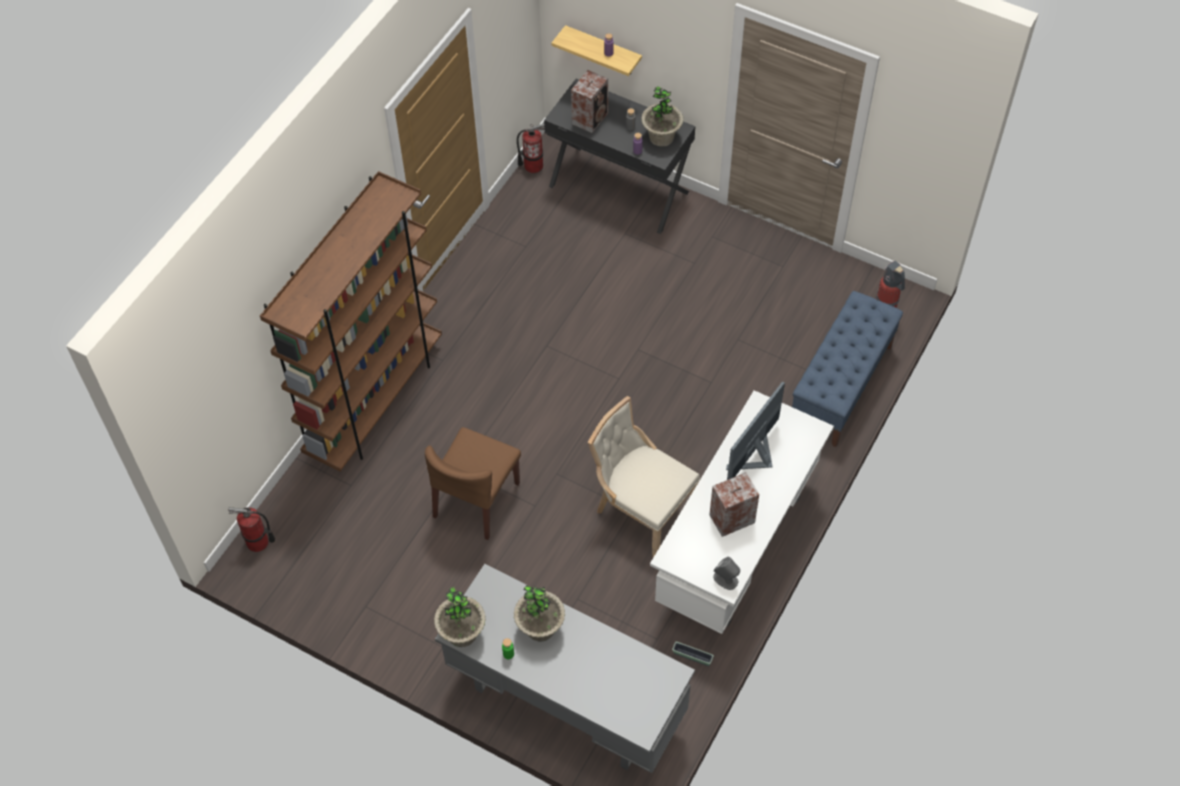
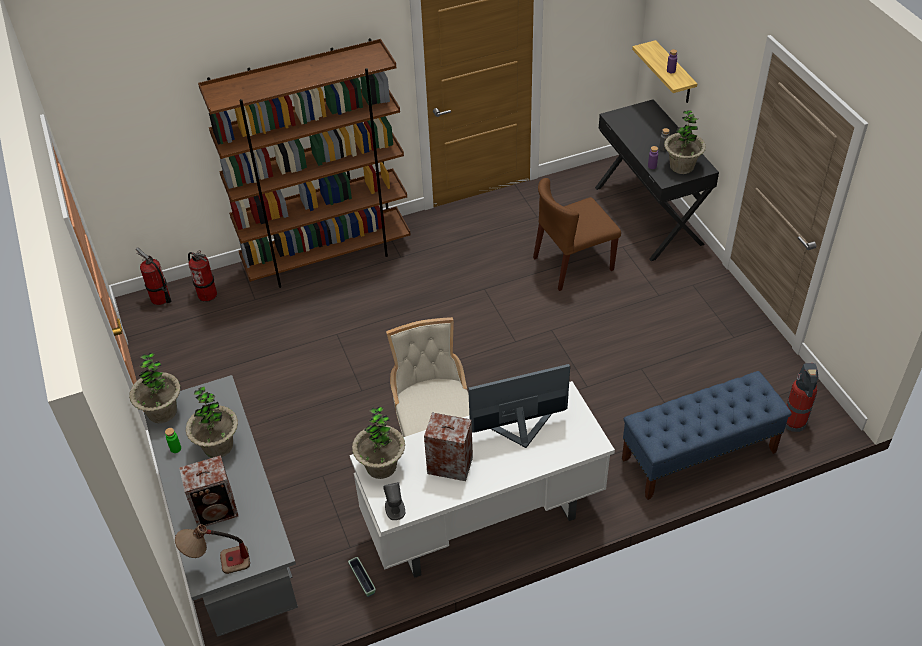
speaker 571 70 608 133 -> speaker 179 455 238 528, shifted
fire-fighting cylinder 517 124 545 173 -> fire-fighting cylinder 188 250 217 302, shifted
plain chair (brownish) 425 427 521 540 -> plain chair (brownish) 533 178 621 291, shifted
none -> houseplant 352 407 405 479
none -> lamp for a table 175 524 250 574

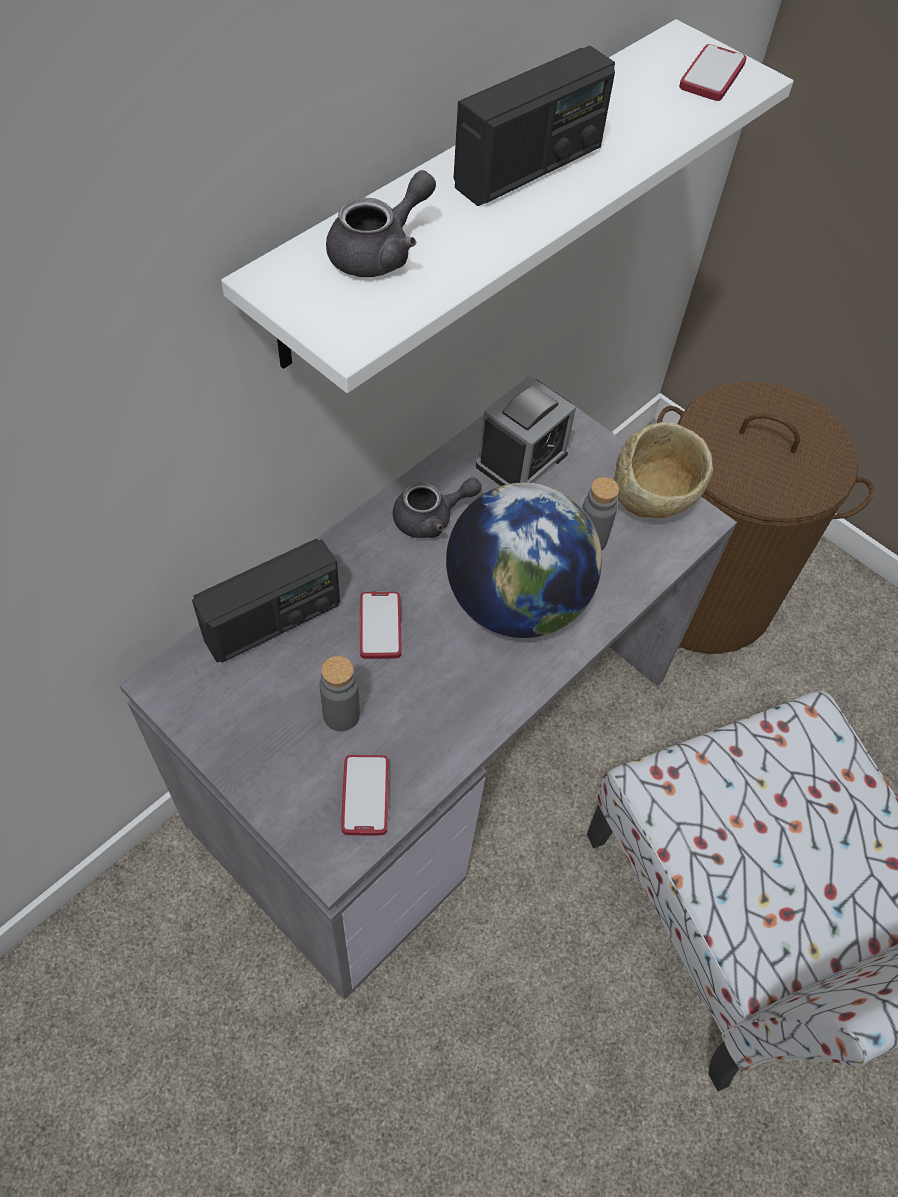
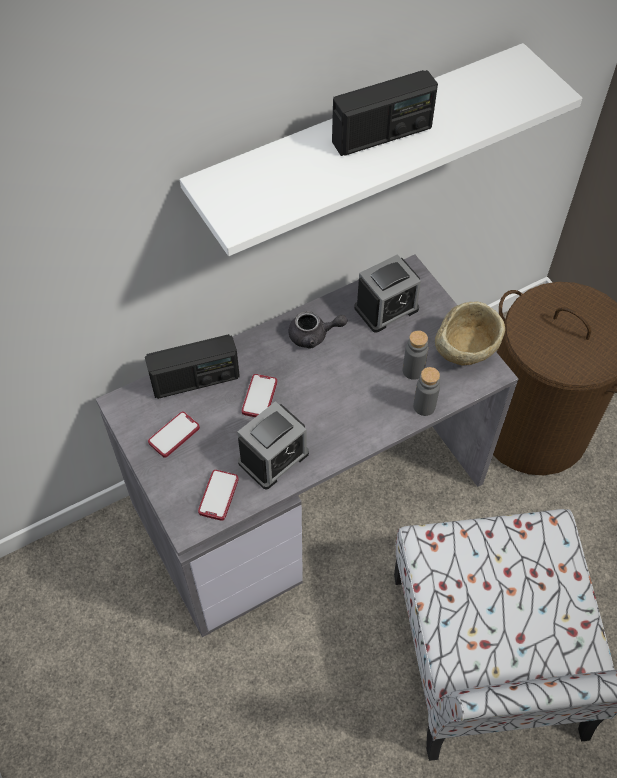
handset 679 44 747 101 -> handset 148 412 200 458, shifted
tea pot (greyish) 326 170 436 277 -> none
world globe 446 482 602 638 -> none
bottle (greyish) 320 656 360 731 -> bottle (greyish) 413 367 440 416, shifted
none -> table clock 237 401 309 489

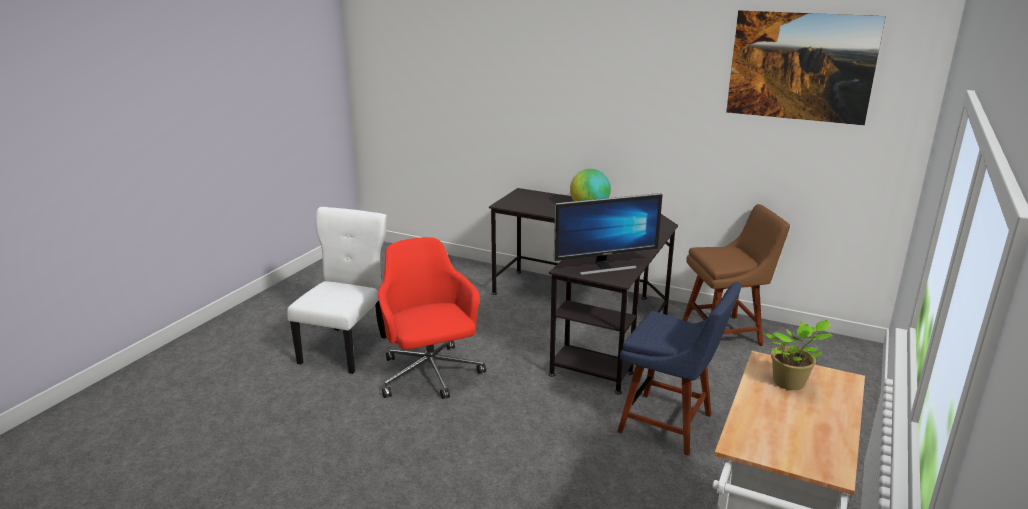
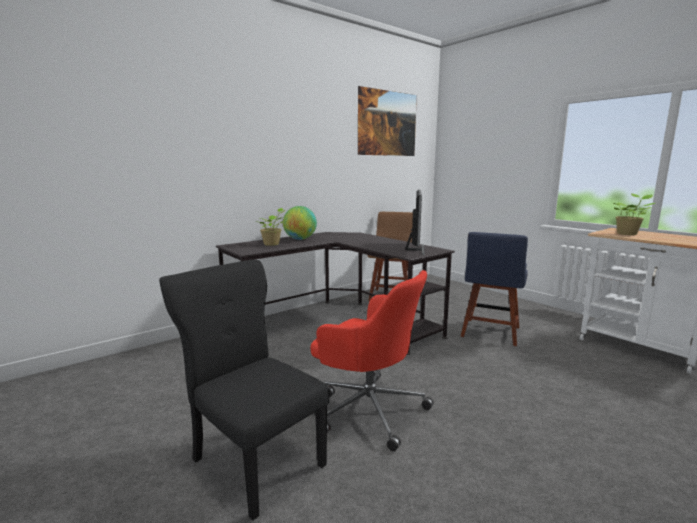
plain chair (whitish) 287 207 387 374 -> plain chair (blackish) 159 260 329 520
office chair (reddish) 378 237 486 399 -> office chair (reddish) 310 270 433 451, 150 degrees counterclockwise
plain chair (bluish) 617 282 741 456 -> plain chair (bluish) 460 232 528 346, 150 degrees clockwise
none -> houseplant 254 208 285 246

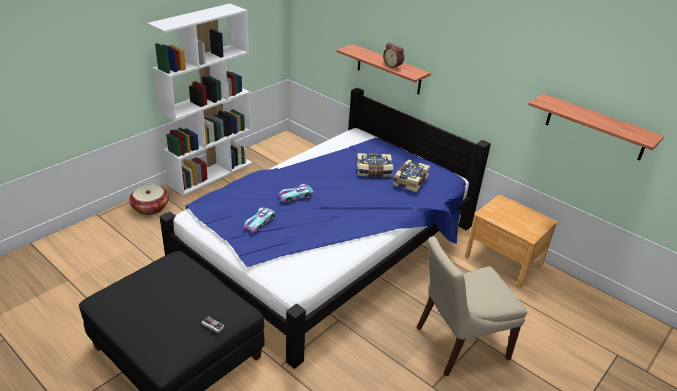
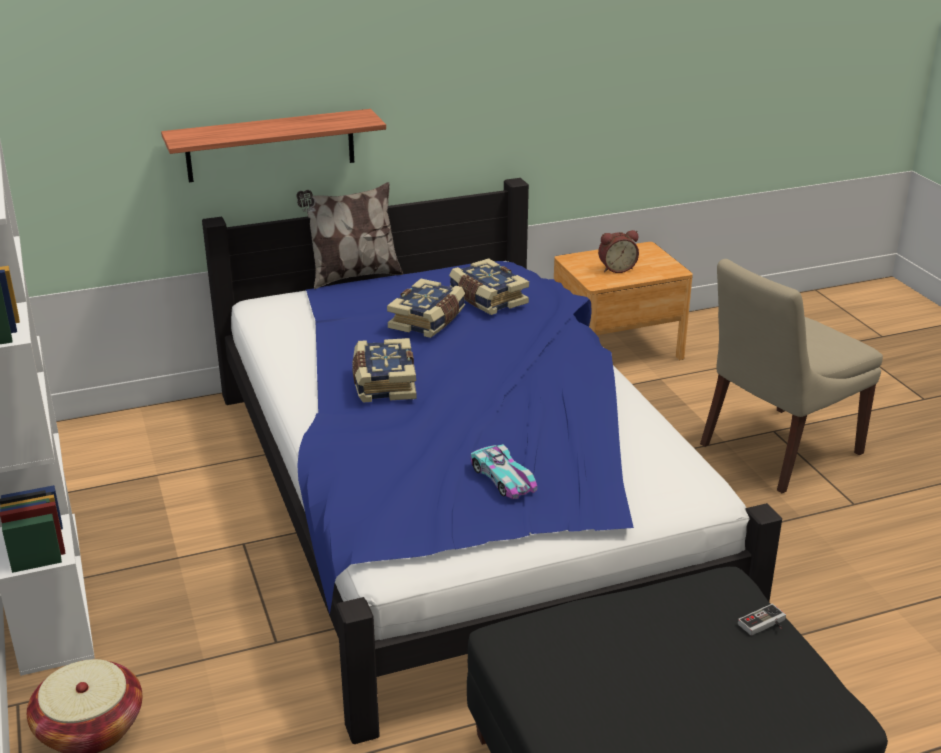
table clock 383 43 404 69 -> table clock 598 230 639 273, shifted
wall shelf 528 94 665 160 -> none
miniature car 278 184 313 203 -> none
plain chair (beige-coloured) 417 236 527 376 -> plain chair (beige-coloured) 700 259 883 494, 45 degrees clockwise
none -> cushion 296 182 403 289
none -> bound book 352 338 417 402

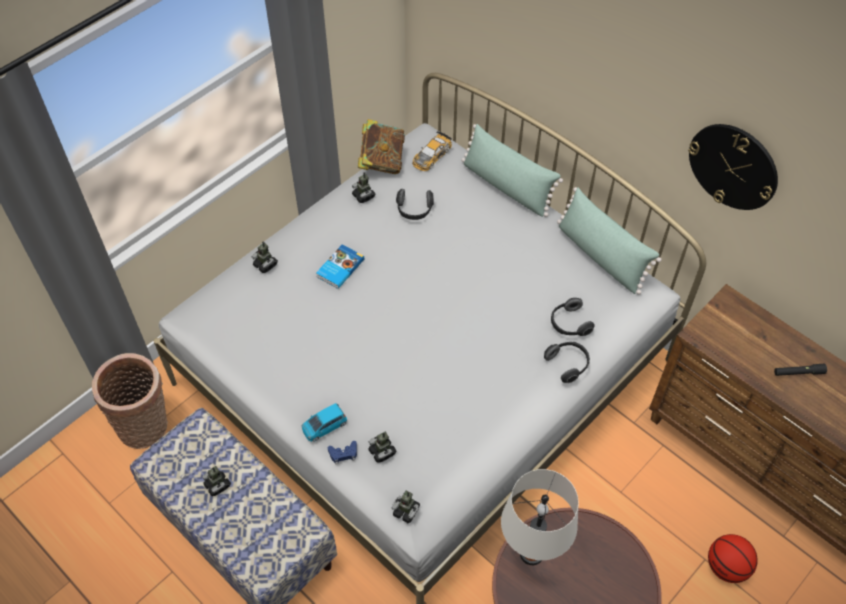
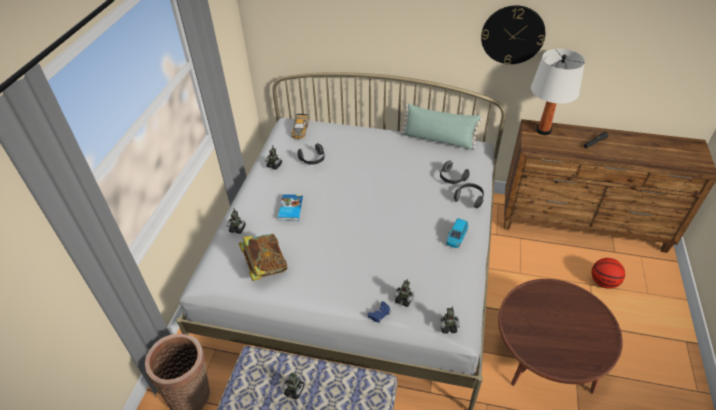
bound book 358 119 405 174 -> bound book 239 234 288 281, shifted
cushion (green-coloured) 461 124 563 217 -> none
miniature car (bluish) 301 403 347 442 -> miniature car (bluish) 446 218 468 248, shifted
lamp for a table (whitish) 501 469 579 565 -> lamp for a table (whitish) 531 49 585 135, shifted

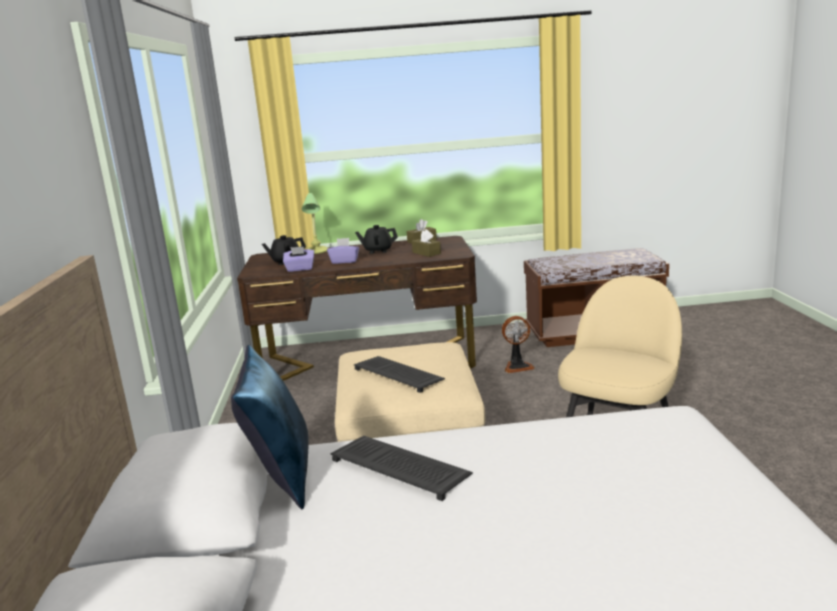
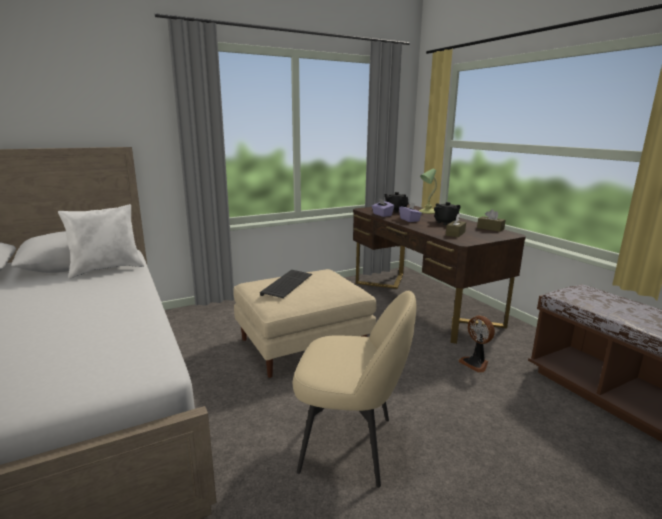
cushion (bluish) 231 345 309 509 -> cushion (whitish) 58 204 144 279
keyboard 330 436 473 501 -> none

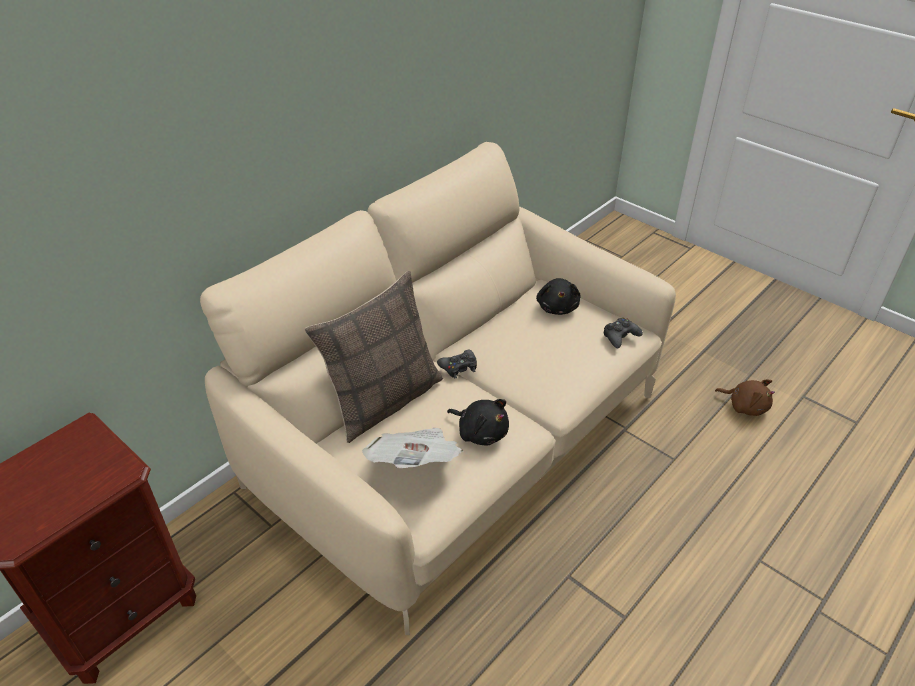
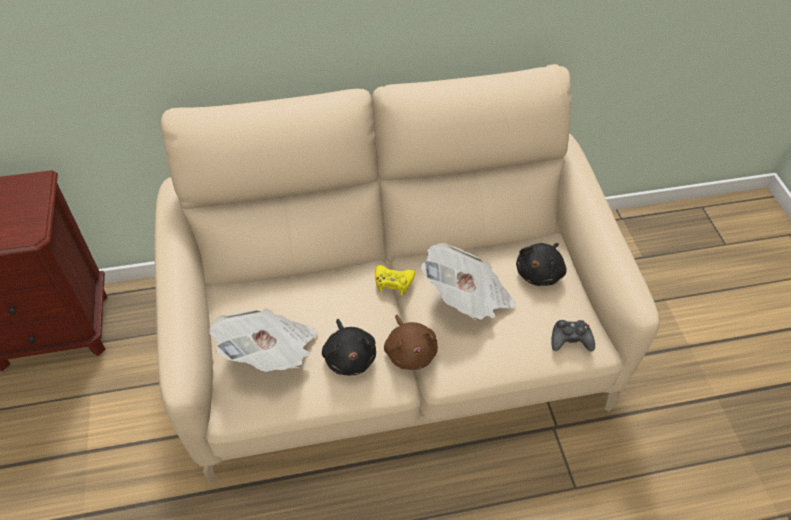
cushion 305 271 443 443 -> none
joypad (blackish) 437 350 477 378 -> joypad (yellow) 375 265 415 295
soft toy (brownish) 715 379 775 416 -> soft toy (brownish) 384 315 438 370, shifted
none -> daily paper 420 243 516 321

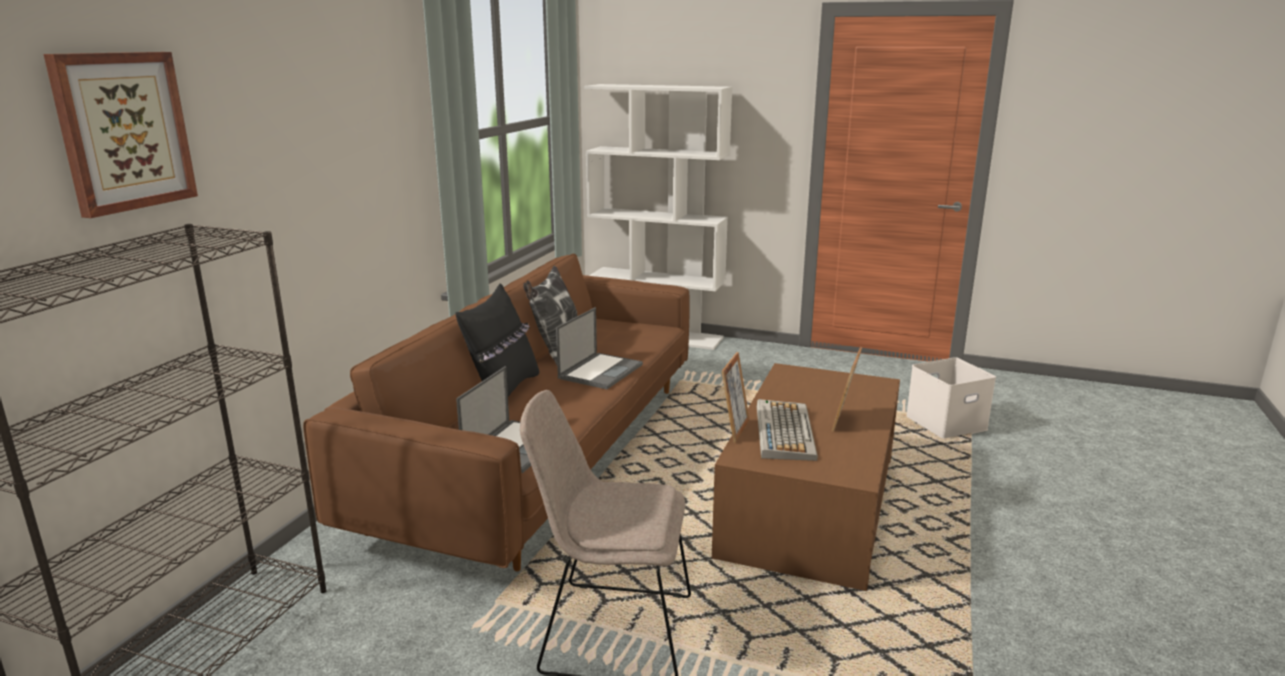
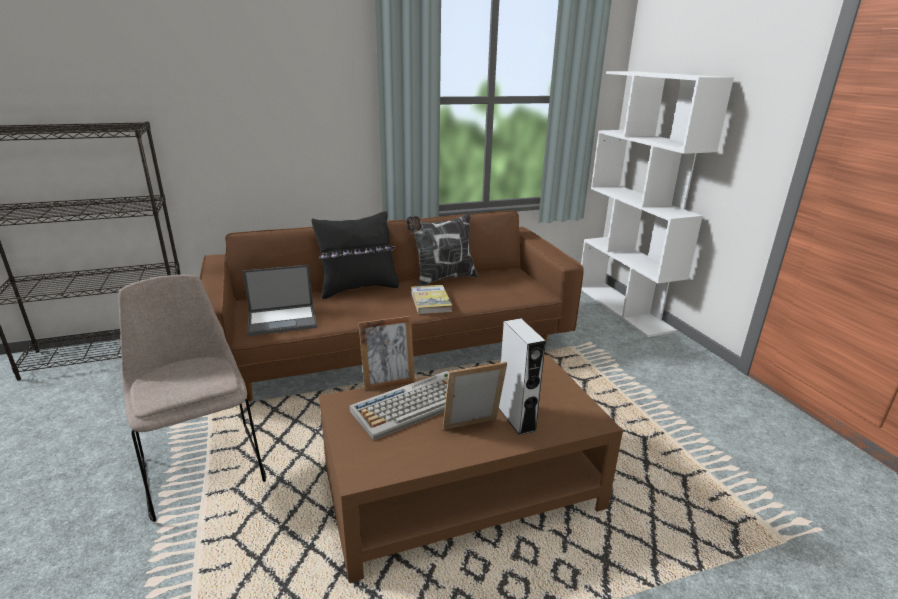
wall picture 44 52 198 218 -> none
notebook computer 556 307 643 389 -> bound book 411 285 452 314
storage container (whitish) 906 357 996 438 -> none
none -> speaker (greyish) 499 318 546 435

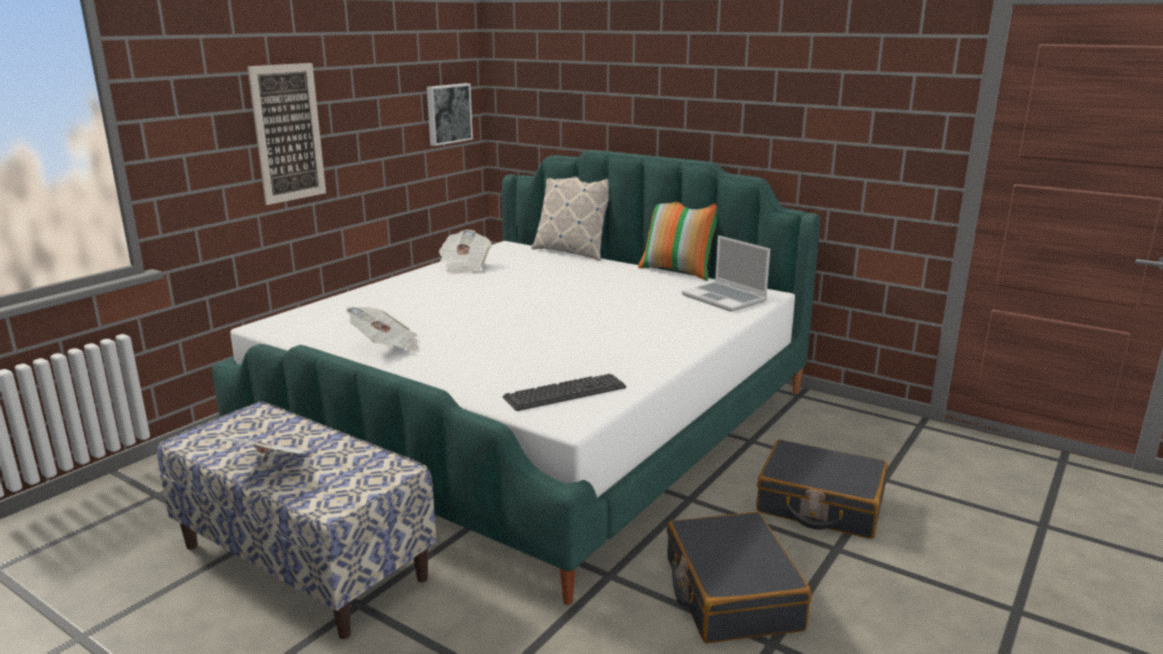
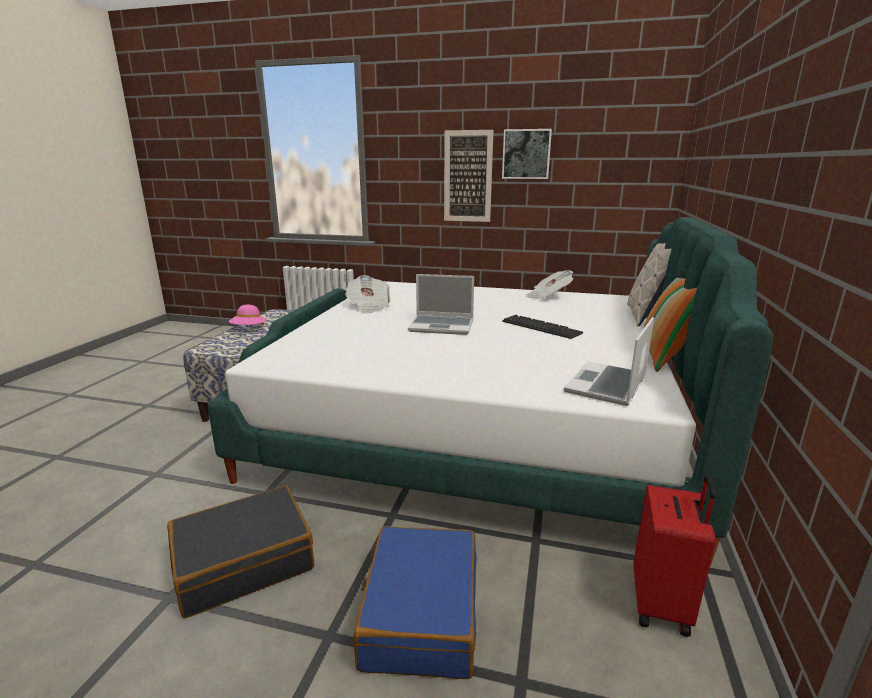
wall picture 427 83 473 146 -> wall picture 502 129 552 179, shifted
keyboard 503 374 626 411 -> keyboard 502 315 583 339, shifted
daily paper 214 436 311 454 -> wearable hat (pink-coloured) 228 305 267 325
suitcase (blackish) 756 439 888 539 -> suitcase (bluish) 354 526 477 679
none -> notebook computer 408 274 474 335
none -> suitcase (reddish) 634 475 716 637

